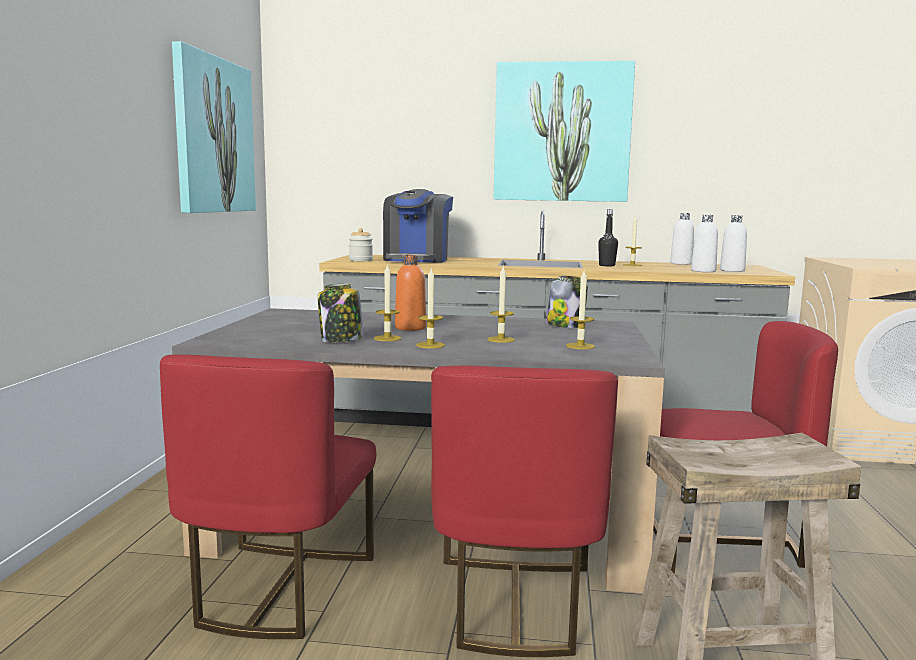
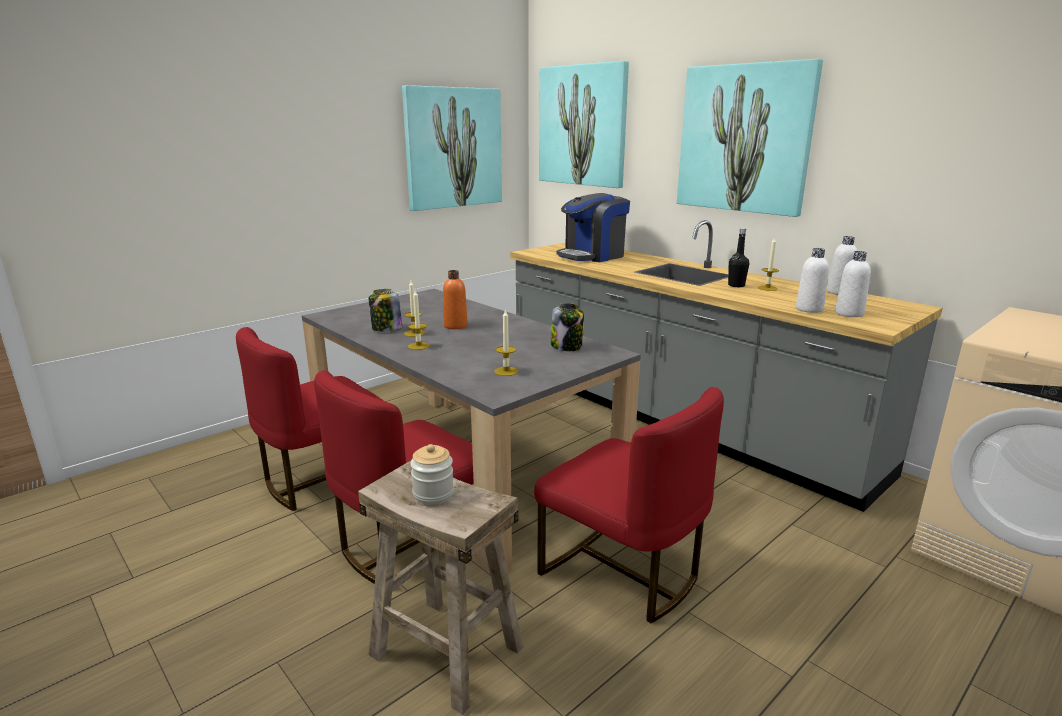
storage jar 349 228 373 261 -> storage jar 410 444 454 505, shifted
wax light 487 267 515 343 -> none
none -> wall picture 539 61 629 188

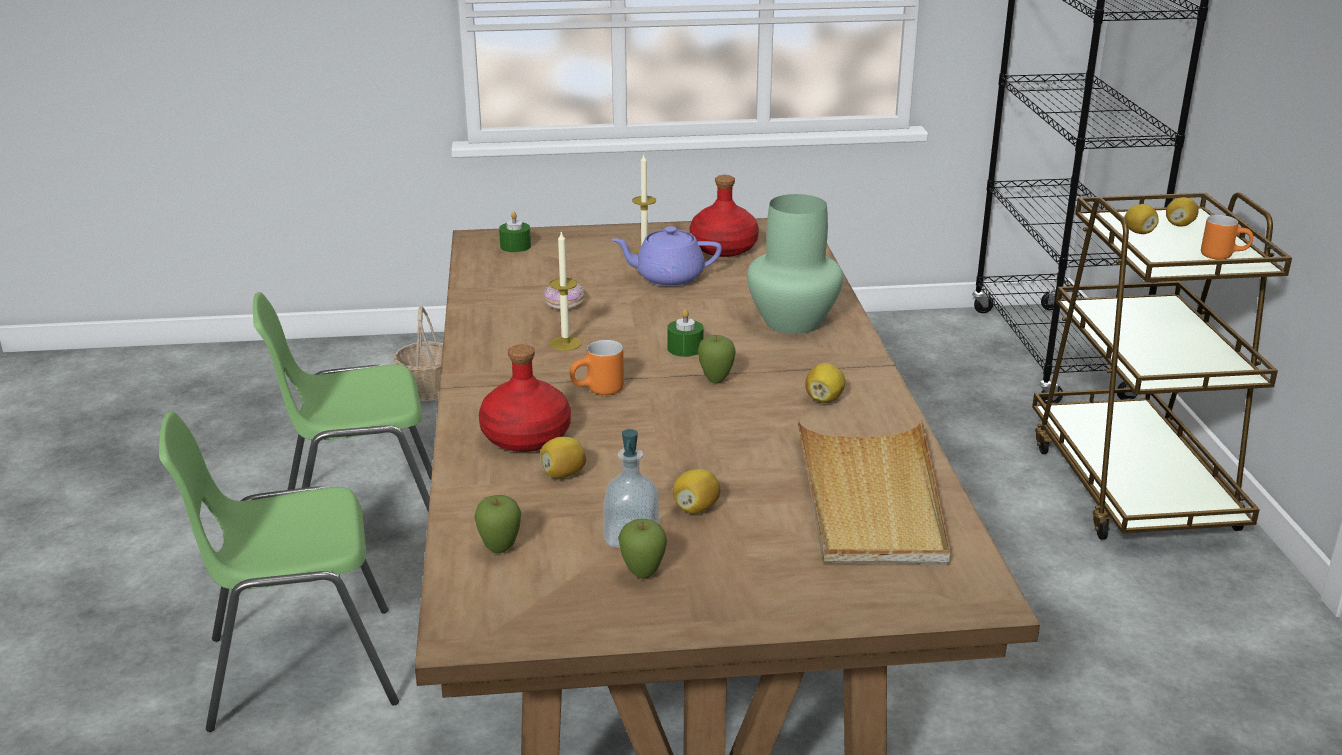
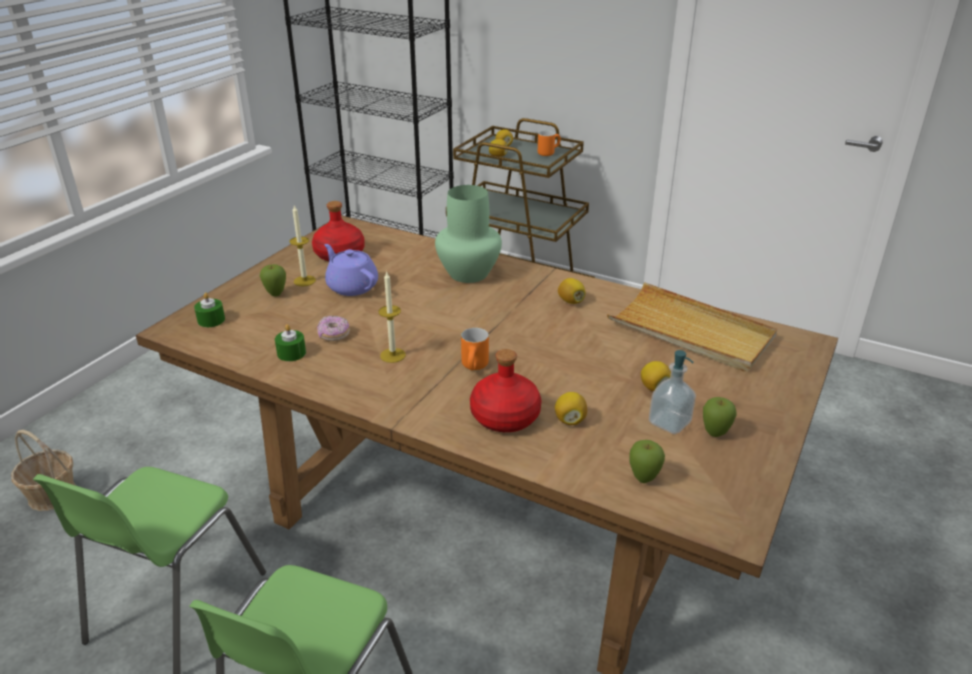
tea pot (purple-coloured) 611 226 722 286 -> tea pot (purple-coloured) 325 244 378 296, 105 degrees clockwise
wax light (green-coloured) 667 309 704 357 -> wax light (green-coloured) 275 324 306 361, shifted
whole apple 698 335 736 384 -> whole apple 260 264 286 296, shifted

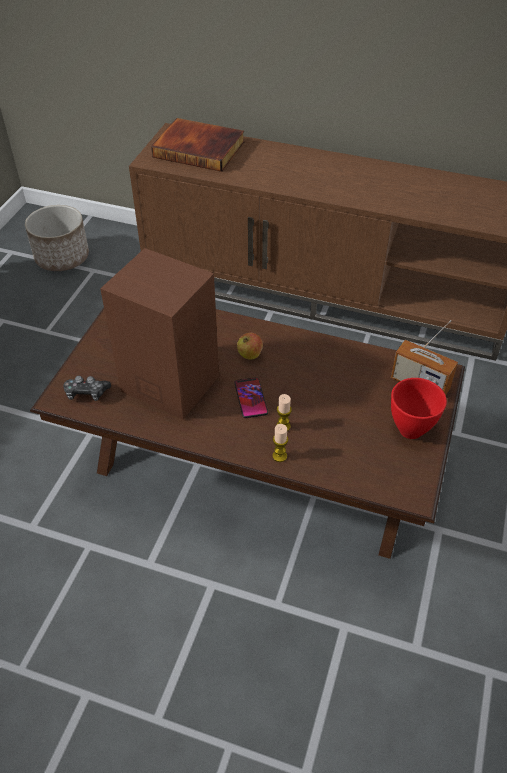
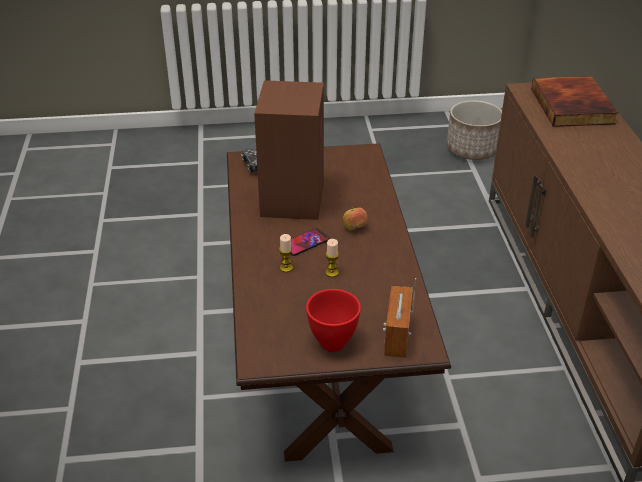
wax light 272 424 288 462 -> wax light 325 239 339 277, shifted

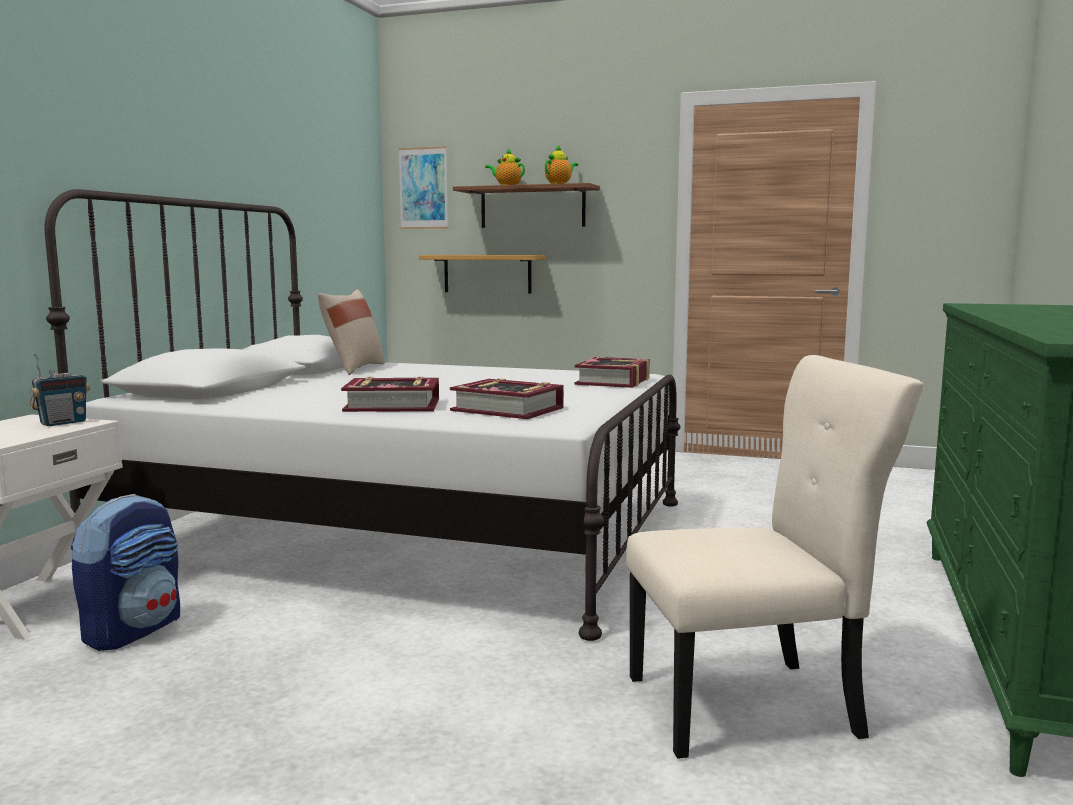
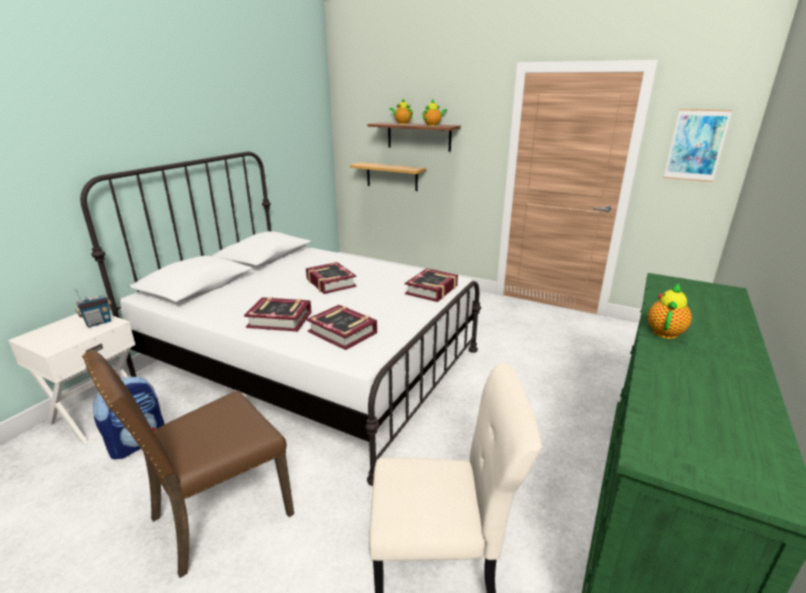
wall picture 398 146 448 229 -> wall picture 664 109 732 182, shifted
cushion (beige-coloured) 317 289 384 375 -> none
none -> bound book 306 262 357 294
none -> tea pot 648 283 692 339
none -> plain chair (brownish) 82 350 294 578

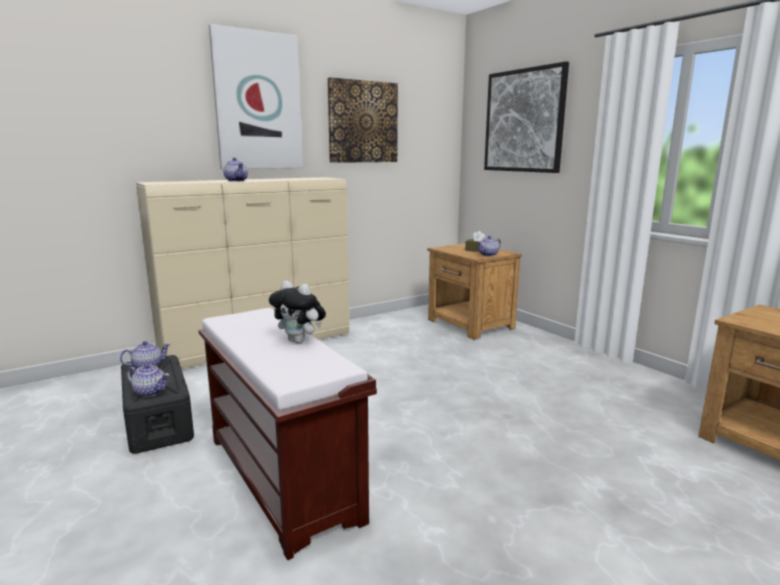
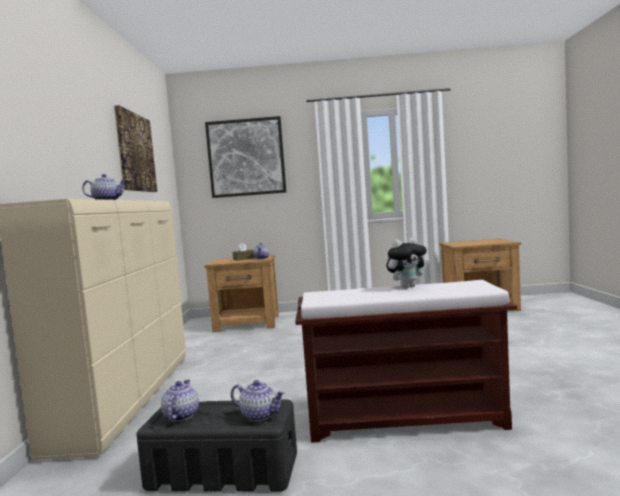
wall picture 209 24 303 169 -> none
tea pot 127 364 169 397 -> tea pot 231 380 285 421, 60 degrees clockwise

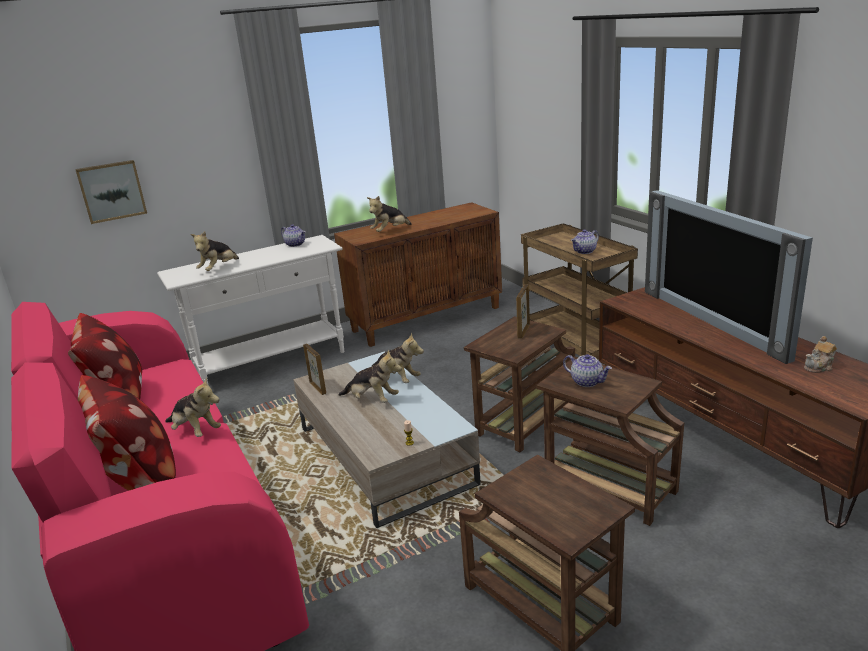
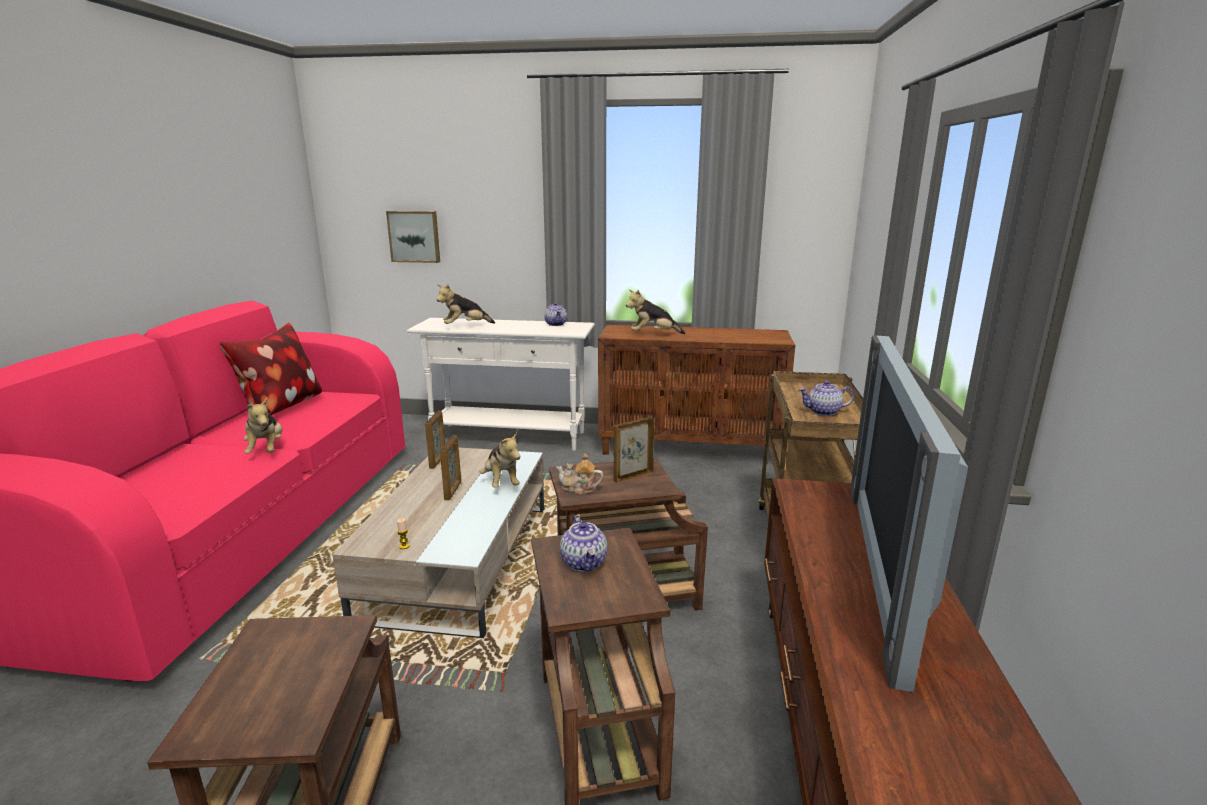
tea pot 804 336 837 373 -> tea pot 556 453 603 495, shifted
soft toy 339 349 402 403 -> standing frame 440 435 461 500
cushion 78 375 176 491 -> none

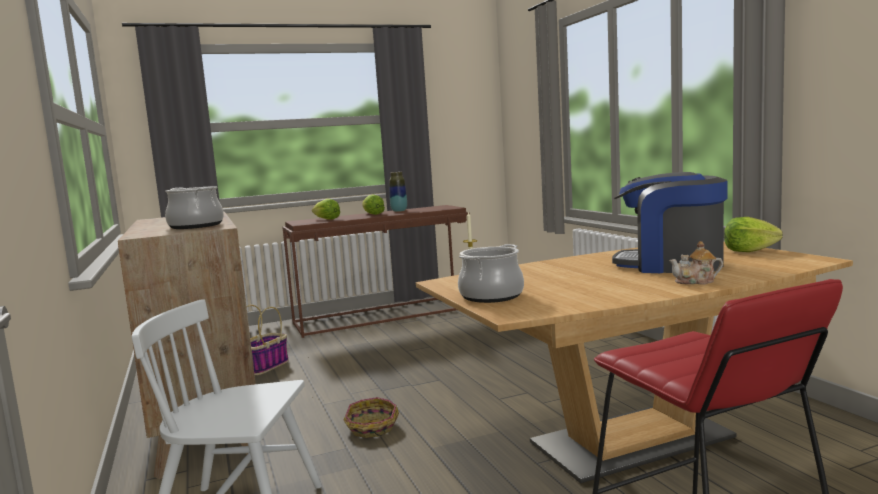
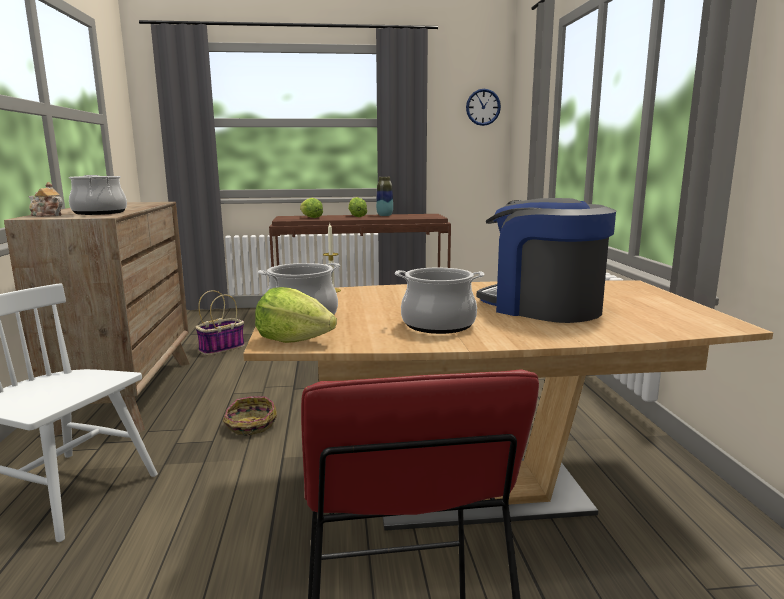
lettuce head 724 217 783 252 -> lettuce head 255 287 337 343, shifted
tea pot 669 241 723 284 -> tea pot 28 182 63 217, shifted
none -> hanging clock 466 89 501 126
none -> saucepot 395 268 485 334

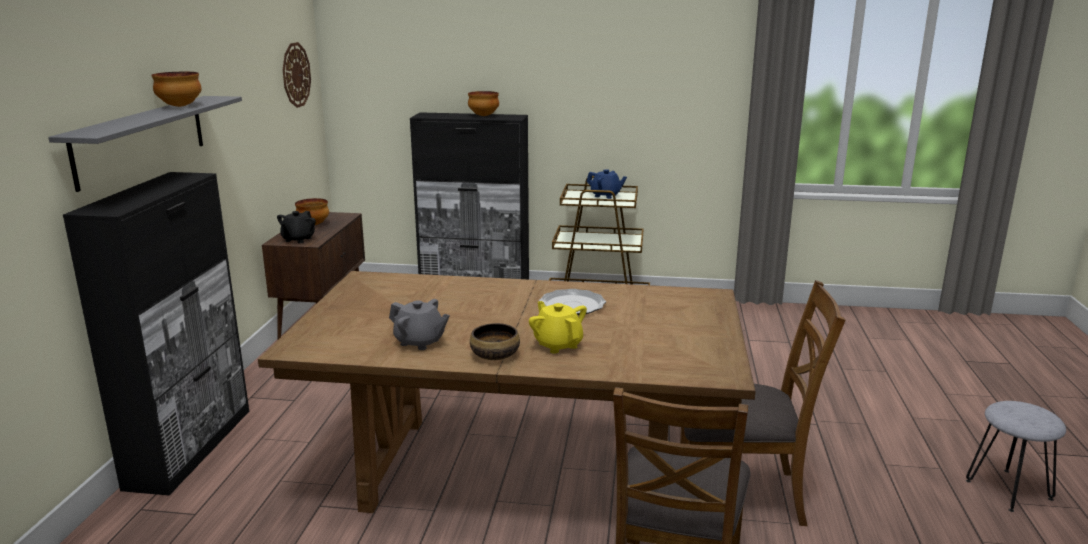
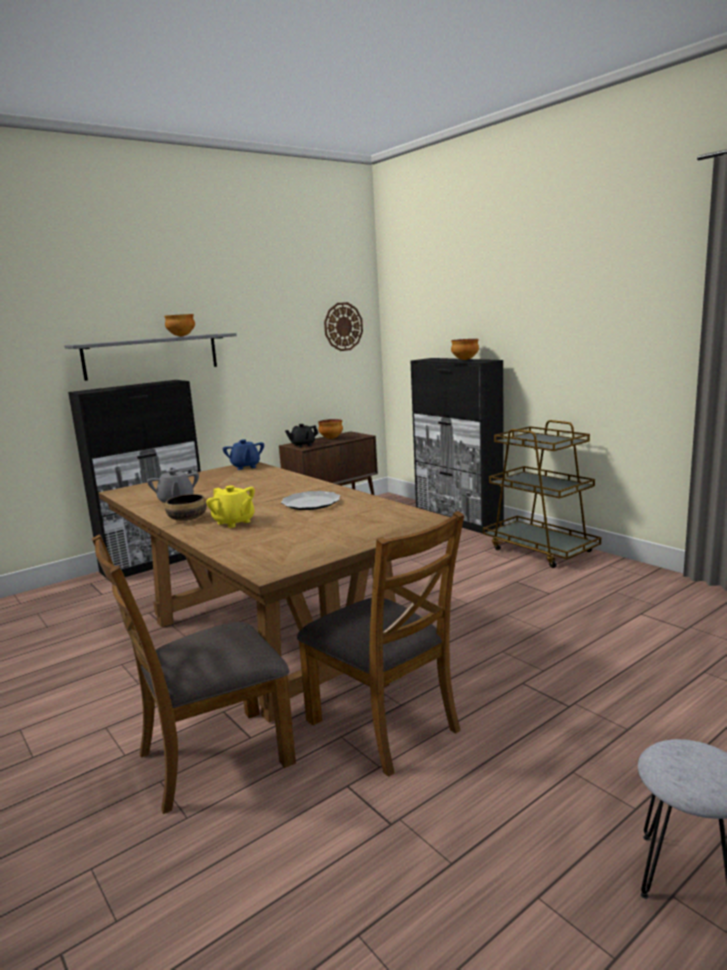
tea pot (bluish) 586 169 627 199 -> tea pot (bluish) 223 439 264 470, shifted
tea pot (yellow) 529 301 587 354 -> tea pot (yellow) 206 485 255 528, 120 degrees clockwise

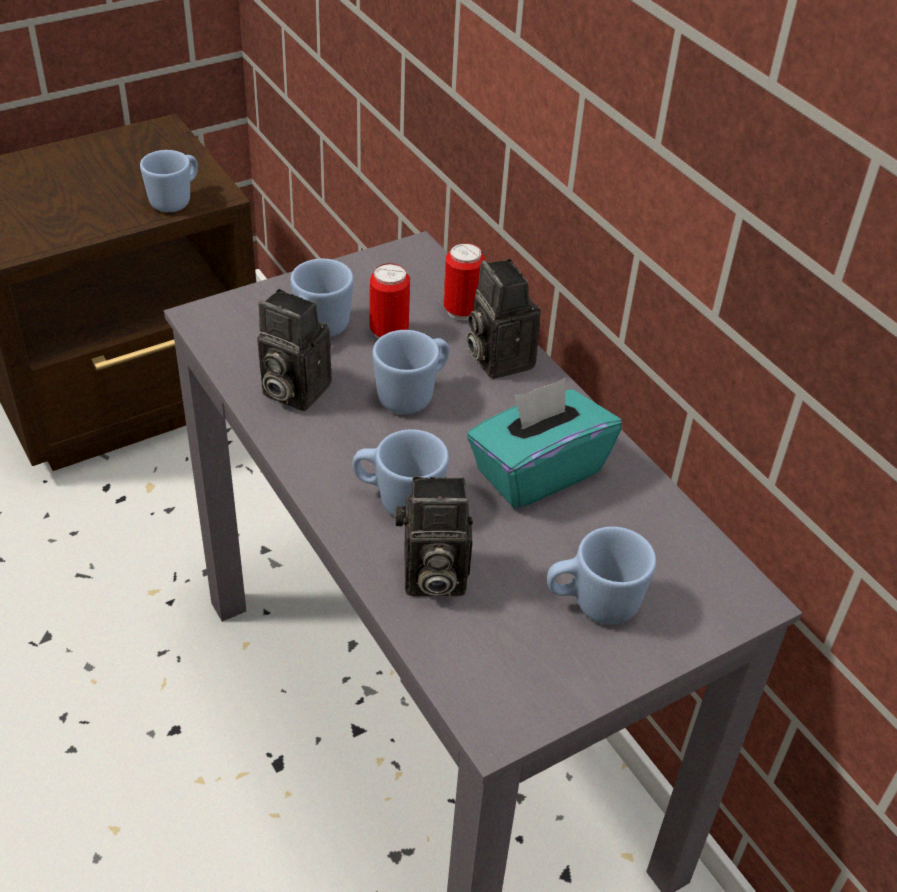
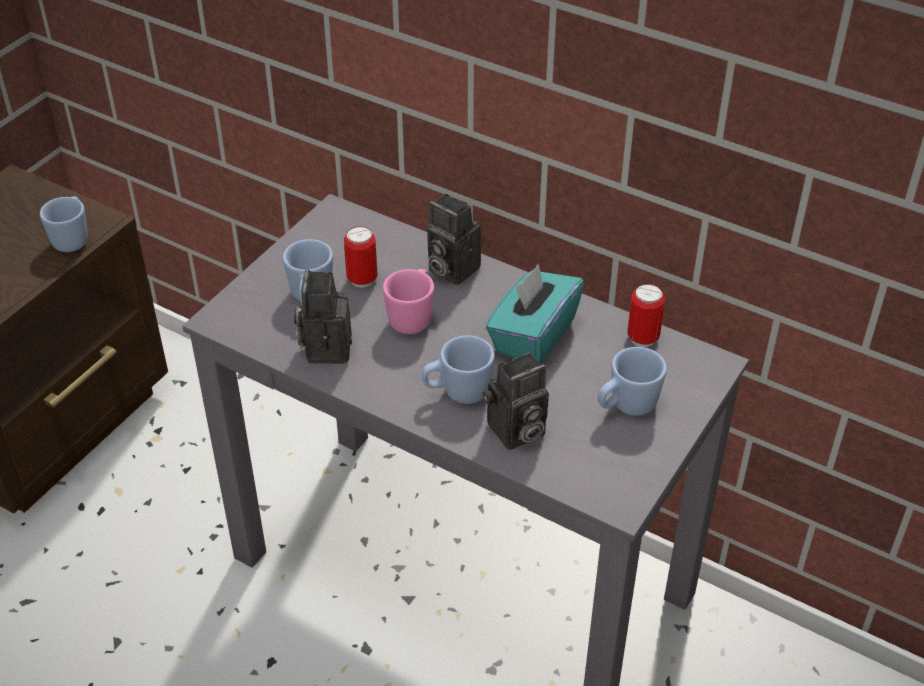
metal can 443 243 485 320 -> metal can 627 284 665 347, shifted
photo camera 257 289 332 411 -> photo camera 294 269 352 364, 90 degrees clockwise
mug (bluish) 373 330 449 414 -> mug (pink-coloured) 383 269 434 334

